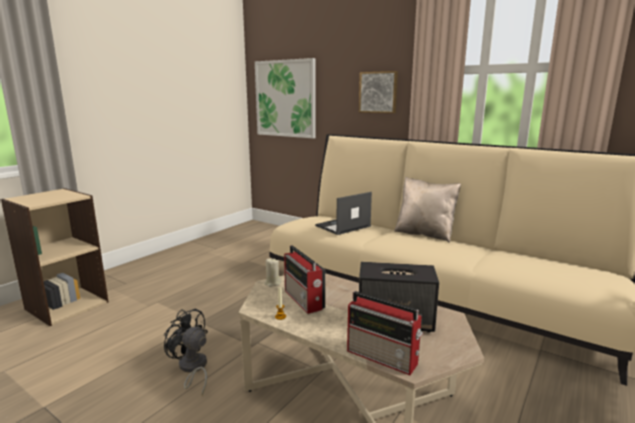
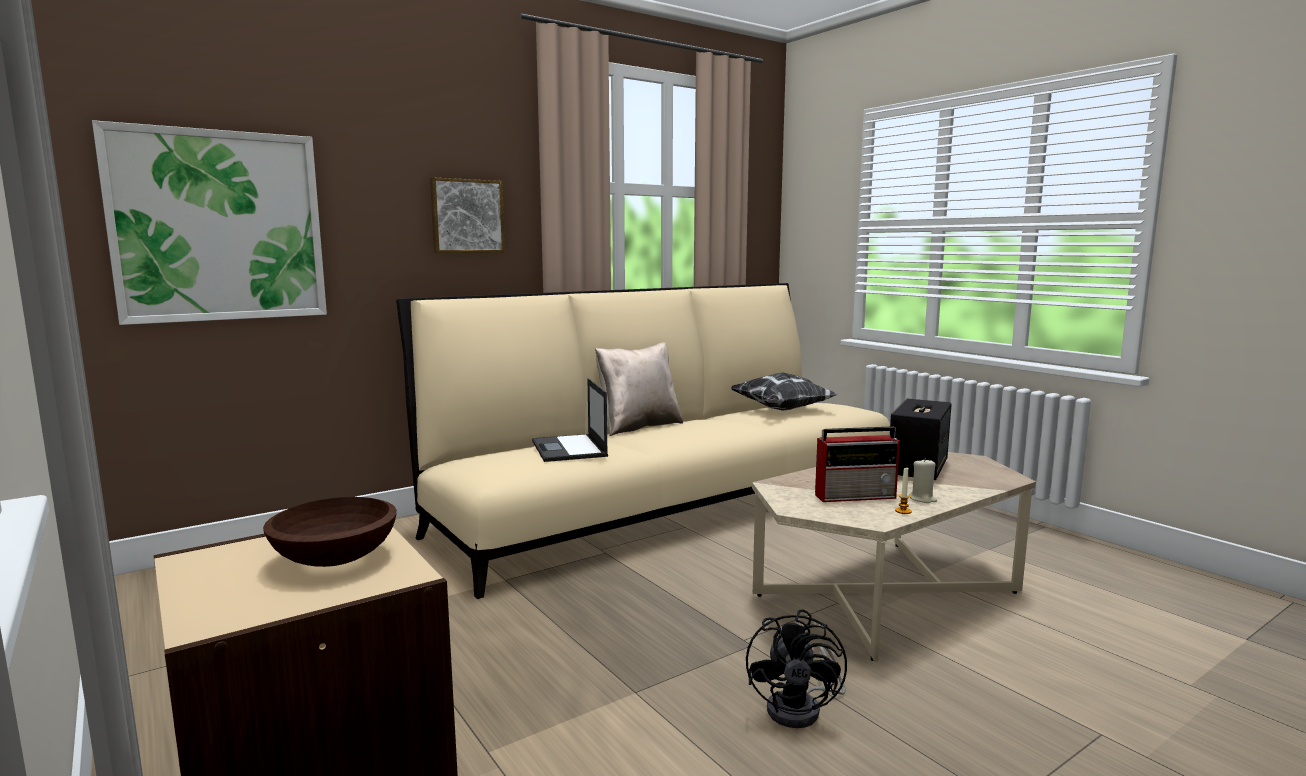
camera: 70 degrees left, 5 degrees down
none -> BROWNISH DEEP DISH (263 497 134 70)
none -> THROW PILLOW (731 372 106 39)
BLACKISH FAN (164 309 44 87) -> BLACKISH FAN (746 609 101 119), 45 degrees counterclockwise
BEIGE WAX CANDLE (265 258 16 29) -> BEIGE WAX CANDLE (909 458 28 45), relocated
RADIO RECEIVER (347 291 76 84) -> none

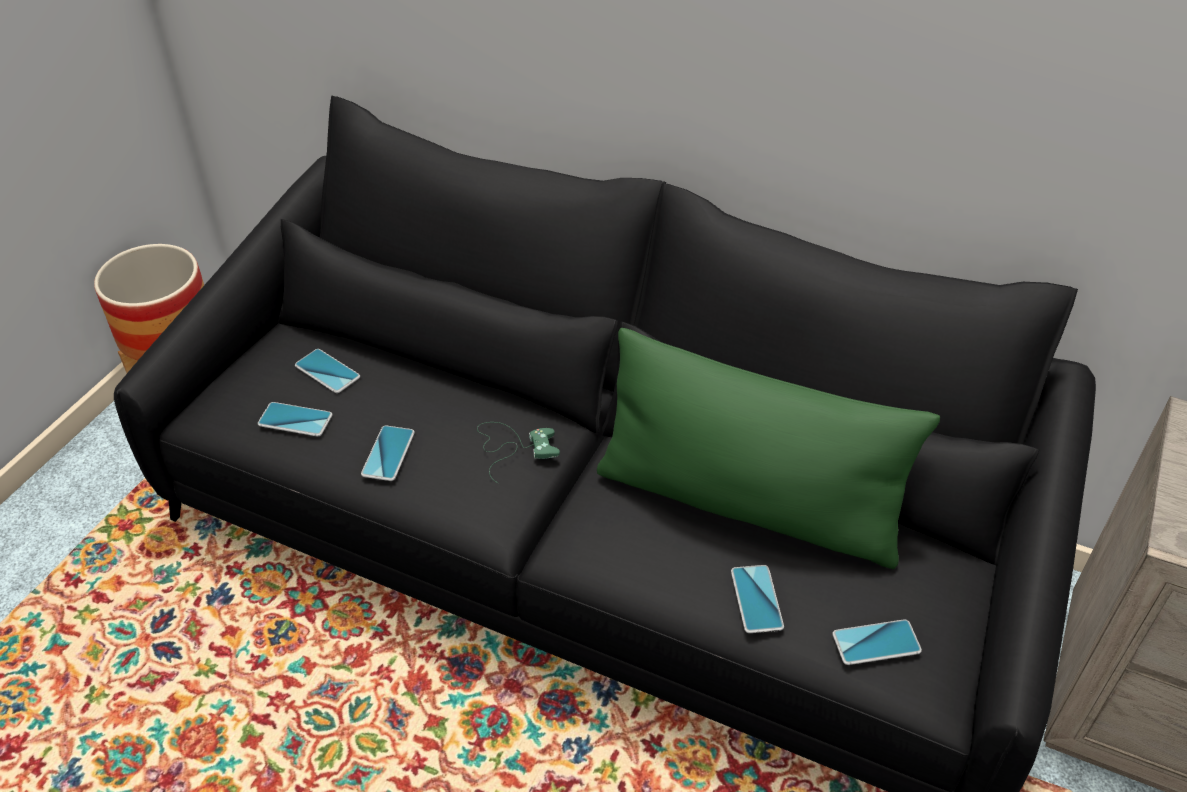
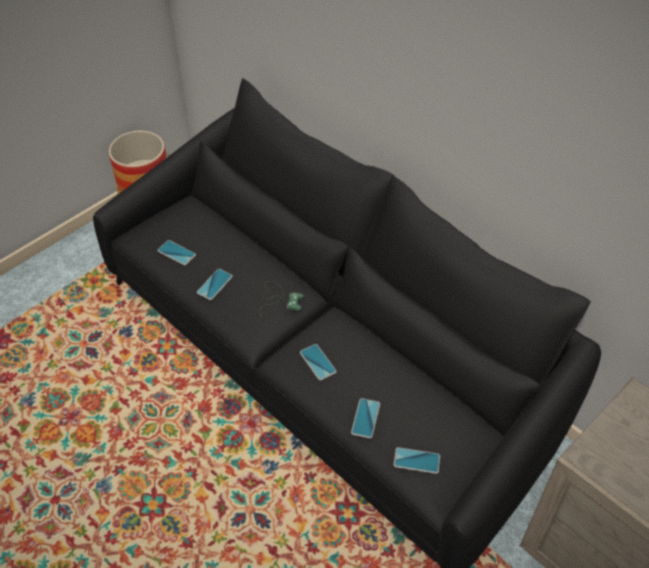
camera: 20 degrees right, 5 degrees up
HANDSET (295 349 65 44) -> HANDSET (300 344 37 36), relocated
GREEN THROW PILLOW (597 328 343 241) -> none

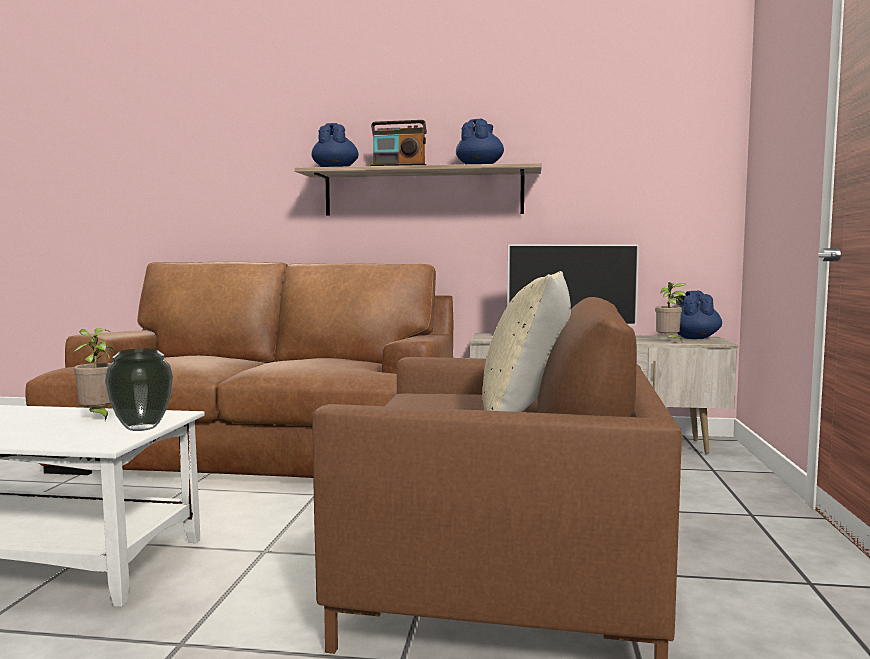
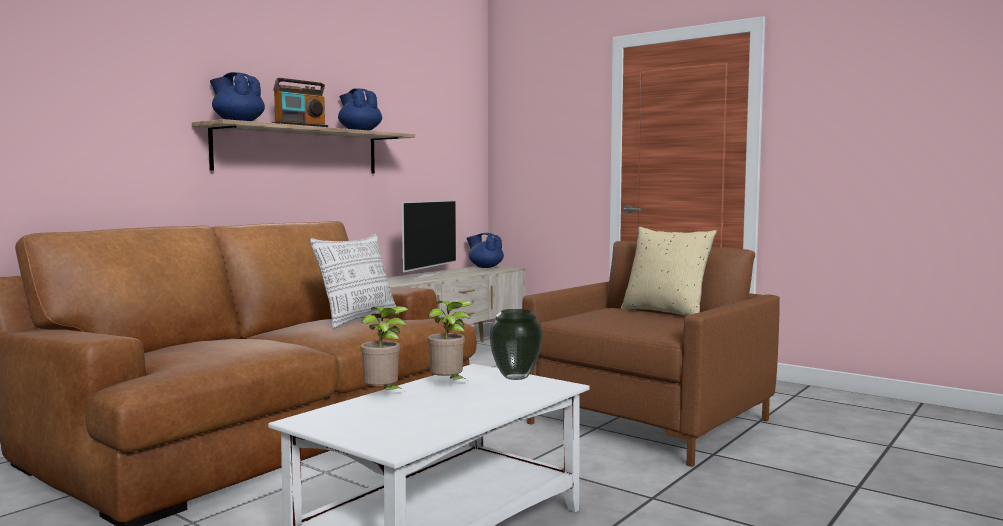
camera: 60 degrees left, 0 degrees up
none -> THROW PILLOW (310 234 89 95)
HOUSEPLANT (655 282 31 61) -> HOUSEPLANT (360 306 49 87), relocated

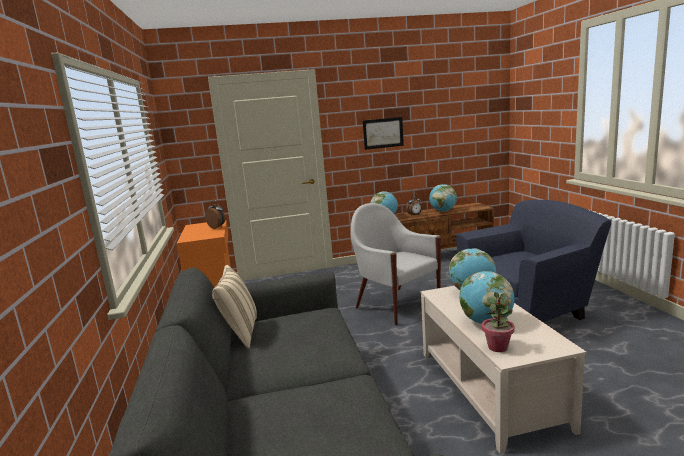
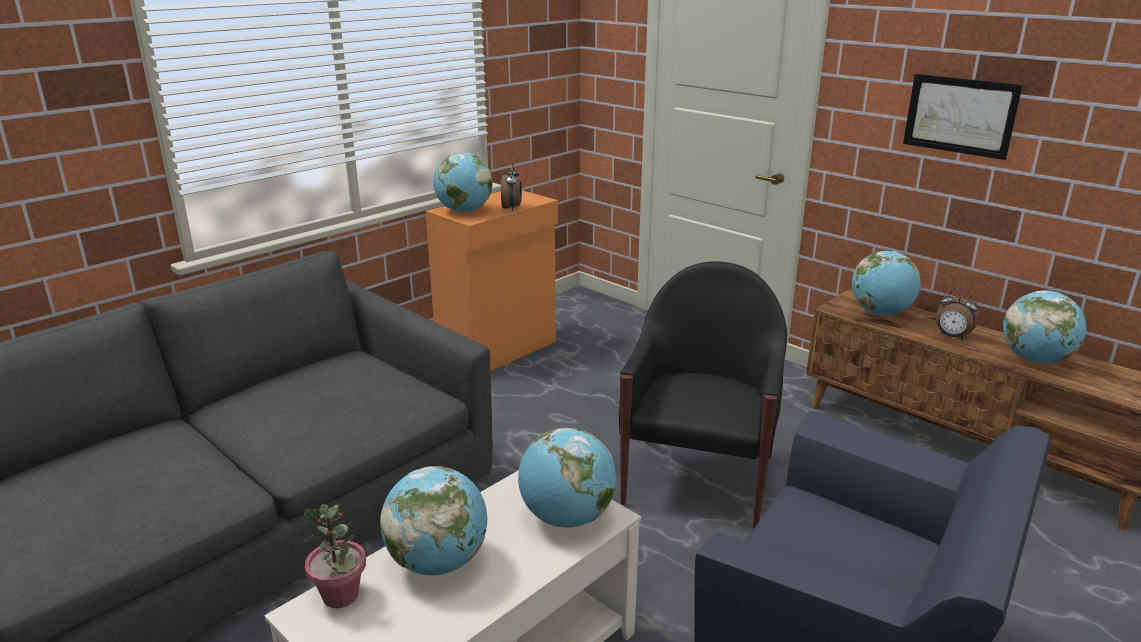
camera: 55 degrees right, 10 degrees up
none -> WORLD GLOBE (433 152 60 61)
WHITE EASY CHAIR (350 203 91 122) -> BLACKISH EASY CHAIR (619 261 168 268)
BEIGE THROW PILLOW (212 265 45 84) -> none

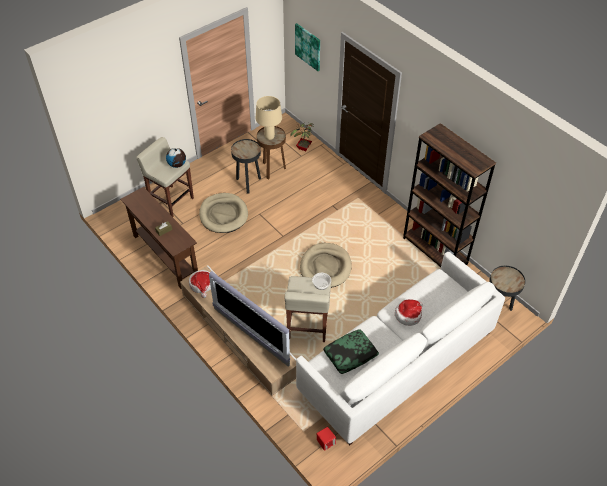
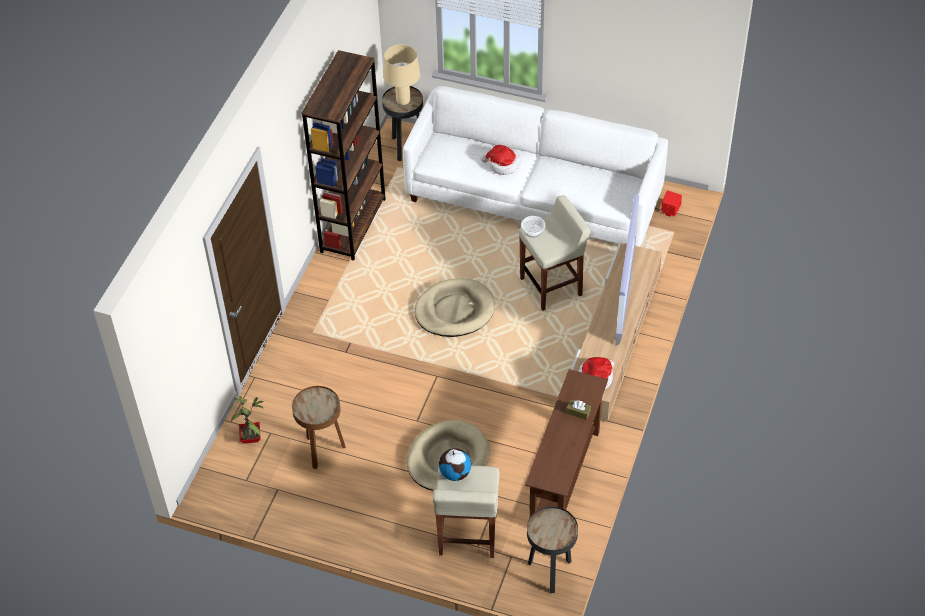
camera: 120 degrees left, 0 degrees up
BEIGE LAMP FOR A TABLE (256 96 26 44) -> BEIGE LAMP FOR A TABLE (383 44 37 61), relocated
BLACKISH SIDE TABLE (231 139 30 54) -> BLACKISH SIDE TABLE (527 507 51 86), relocated
WALL PICTURE (295 23 25 48) -> none
THROW PILLOW (323 329 56 45) -> none

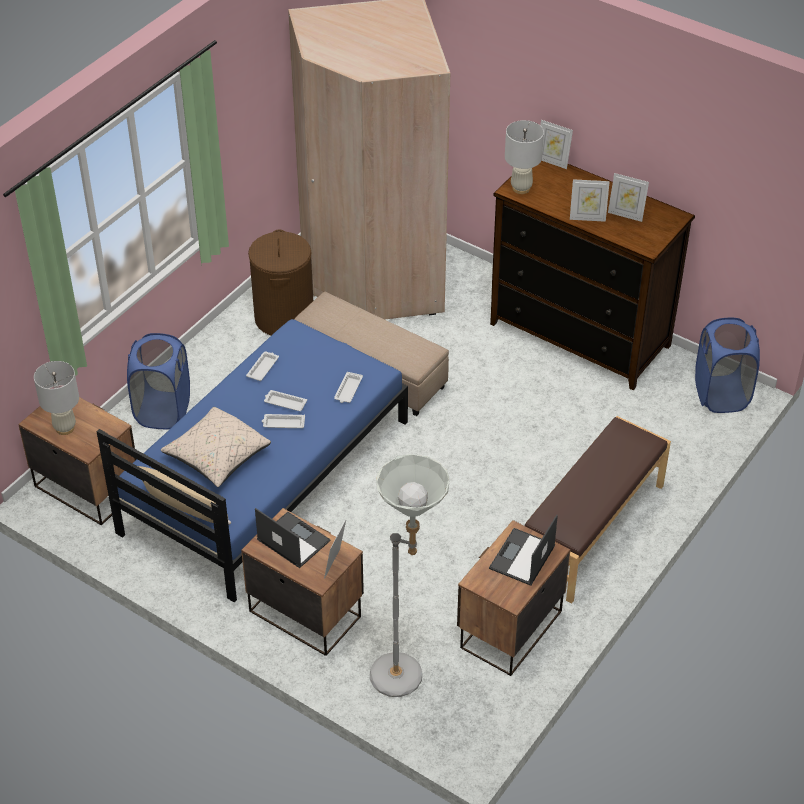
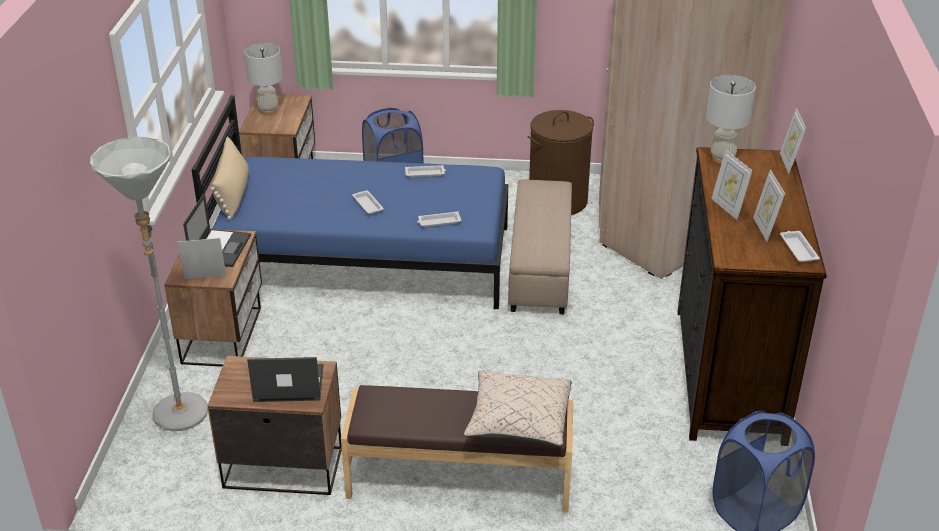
camera: 60 degrees right, 10 degrees down
BEIGE THROW PILLOW (161 407 110 80) -> BEIGE THROW PILLOW (464 370 108 78), relocated
WHITE CARRYING TRAY (264 390 43 21) -> WHITE CARRYING TRAY (780 231 40 31), relocated

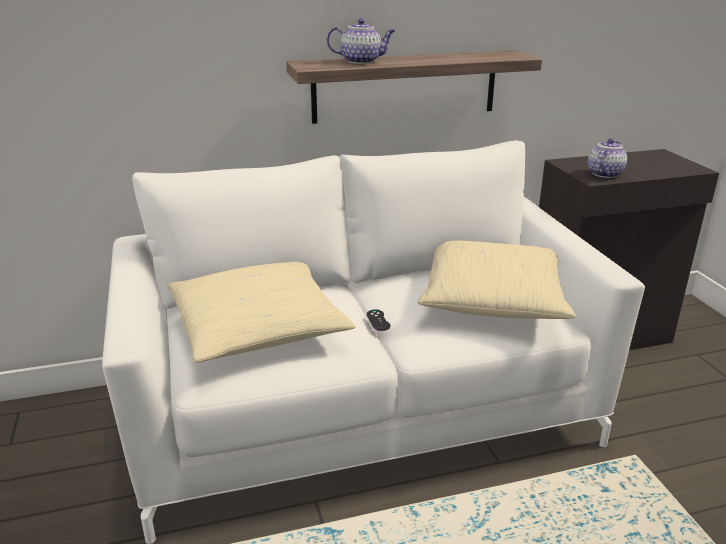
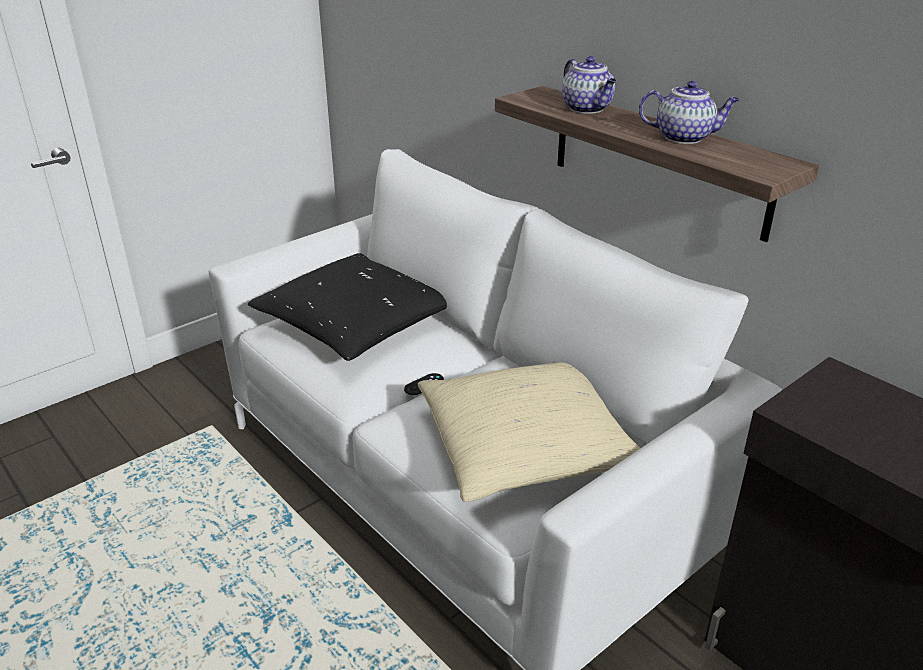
camera: 65 degrees right, 5 degrees up
BEIGE THROW PILLOW (167 262 188 101) -> BLACKISH THROW PILLOW (248 253 199 108)
TEAPOT (588 138 39 40) -> TEAPOT (639 81 101 63), relocated

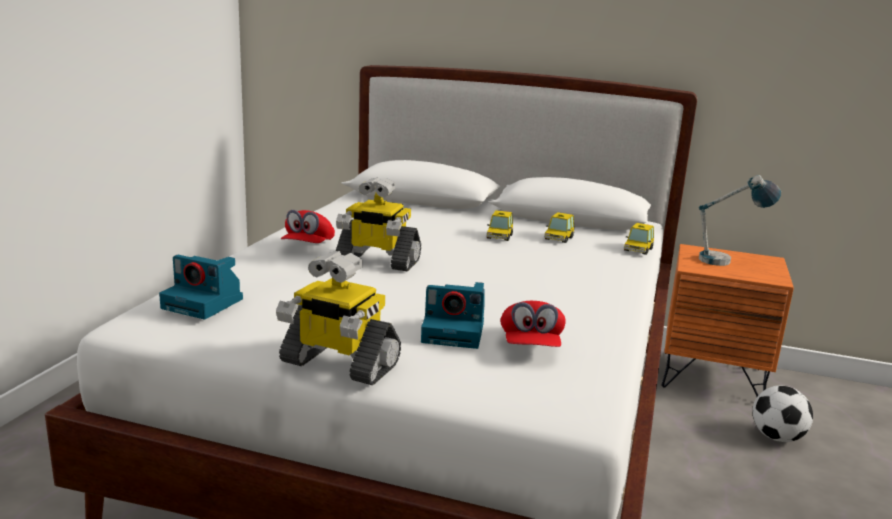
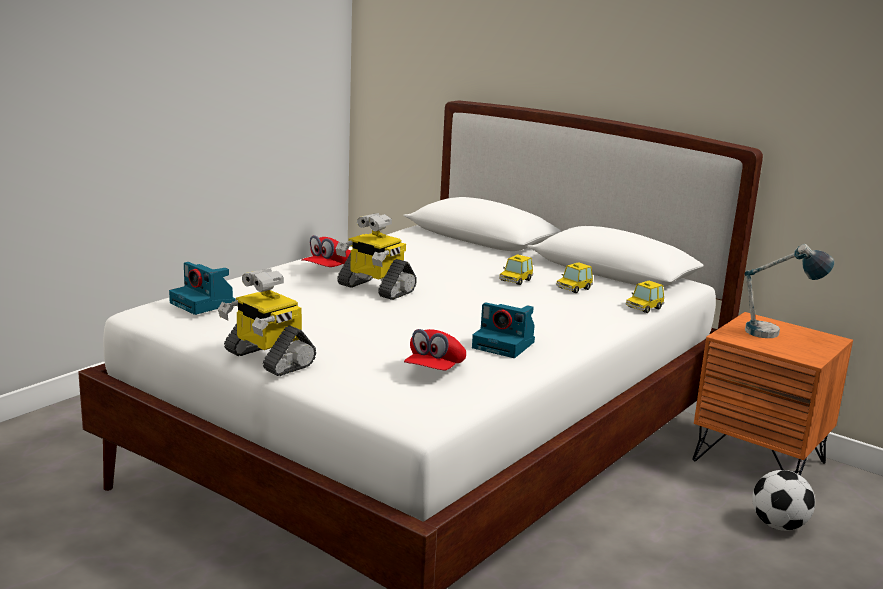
camera: 20 degrees right, 0 degrees up
STILL CAMERA (421 282 64 67) -> STILL CAMERA (472 302 63 56), relocated

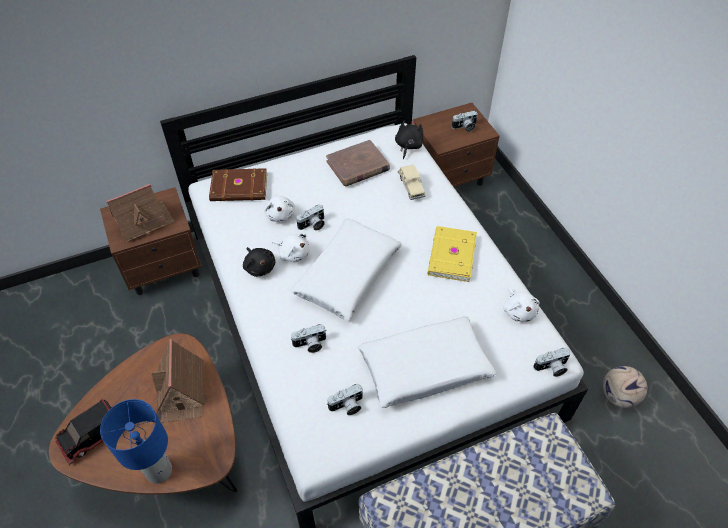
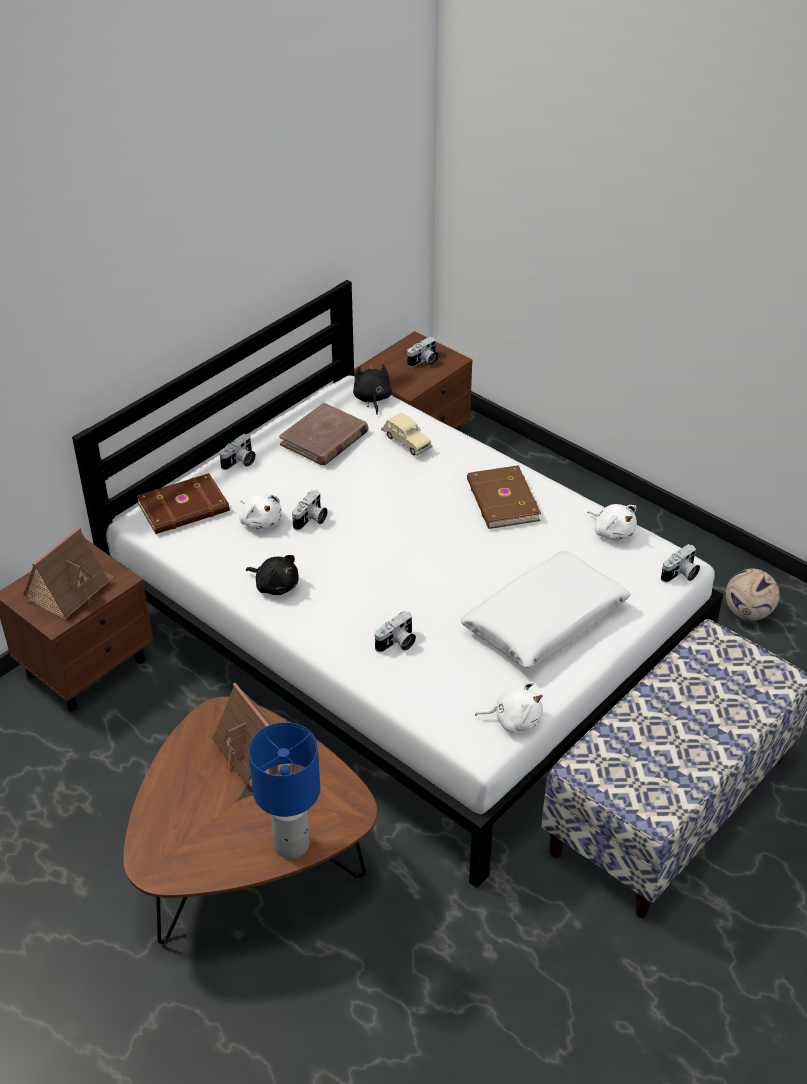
camera: 25 degrees left, 10 degrees down
STILL CAMERA (327 384 36 31) -> STILL CAMERA (219 434 37 36), relocated
YELLOW-COLOURED VOLUME (428 226 49 56) -> BROWNISH VOLUME (467 465 74 64)
WHITE PLUSH TOY (272 233 38 29) -> WHITE PLUSH TOY (475 682 68 51), relocated
TOY LORRY (55 399 58 66) -> none
WHITE THROW PILLOW (290 219 112 102) -> none

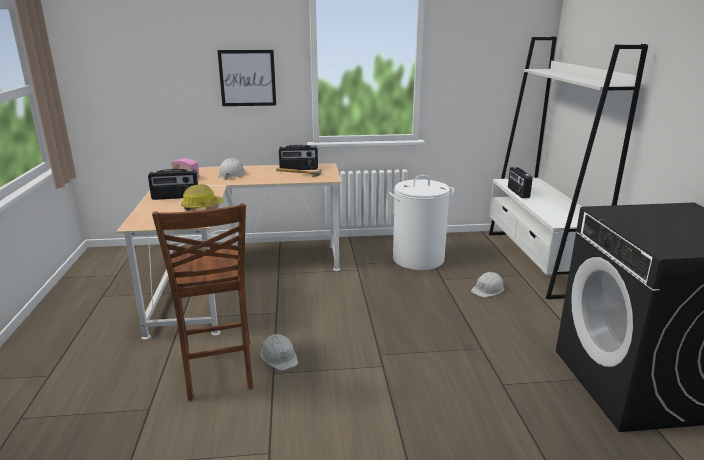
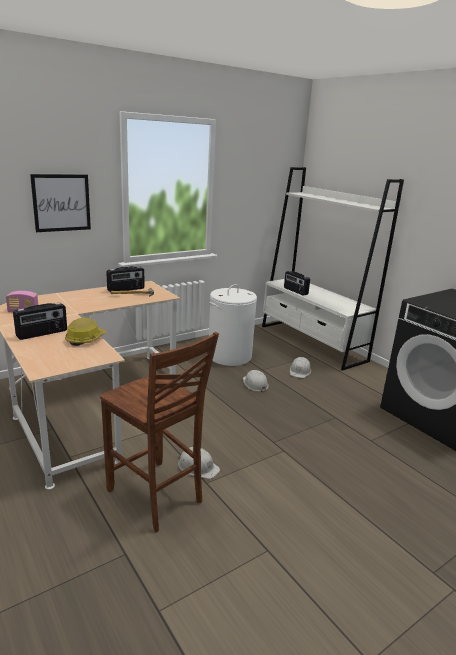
camera: 30 degrees left, 0 degrees up
WHITE WORK HELMET (218 158 27 21) -> WHITE WORK HELMET (243 370 26 22), relocated

